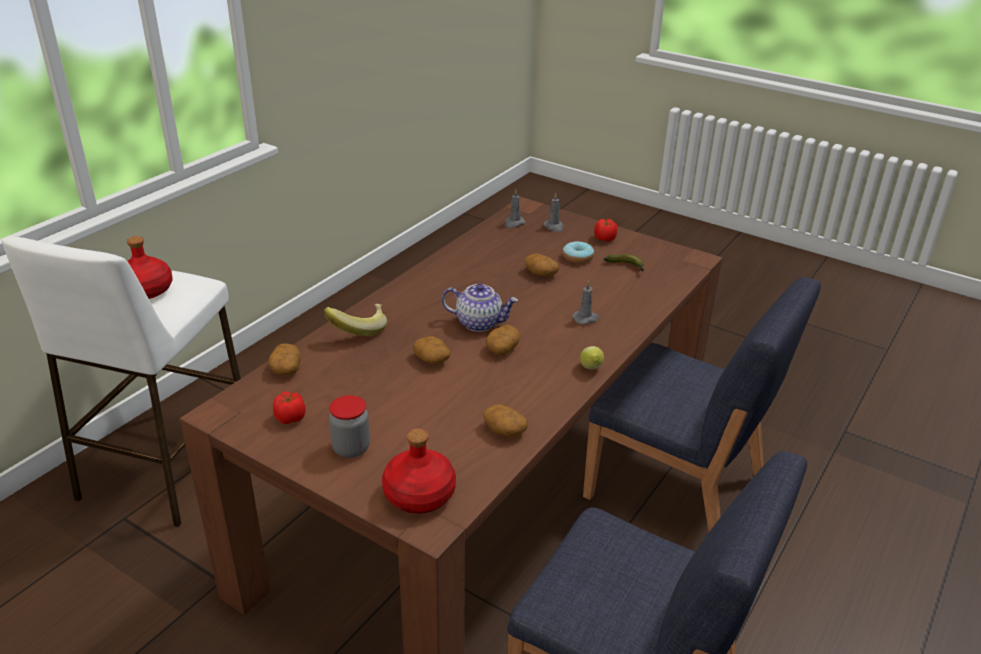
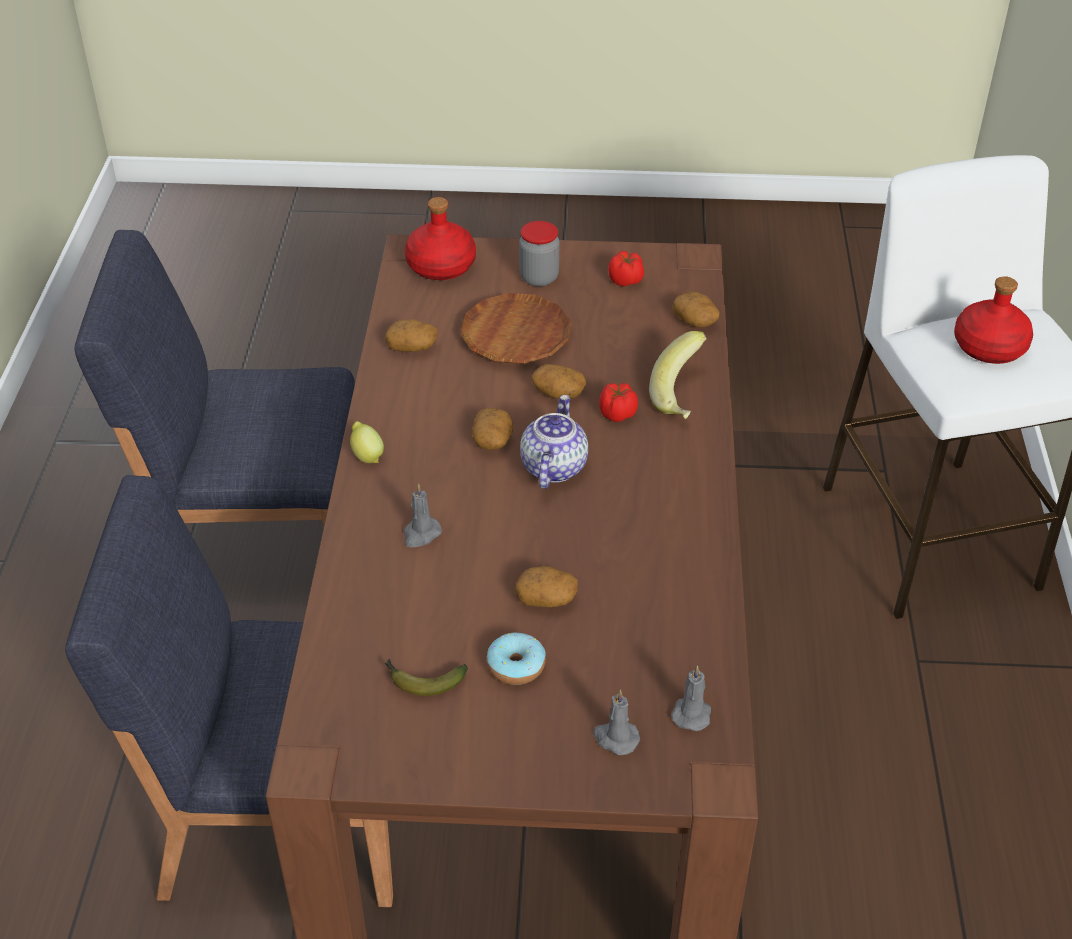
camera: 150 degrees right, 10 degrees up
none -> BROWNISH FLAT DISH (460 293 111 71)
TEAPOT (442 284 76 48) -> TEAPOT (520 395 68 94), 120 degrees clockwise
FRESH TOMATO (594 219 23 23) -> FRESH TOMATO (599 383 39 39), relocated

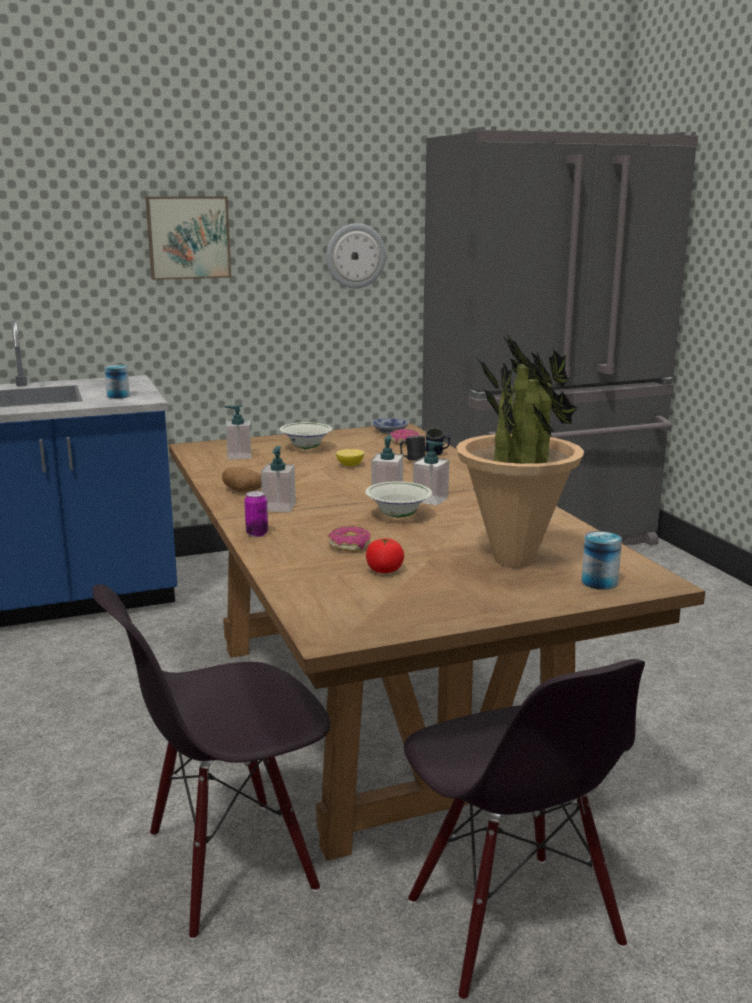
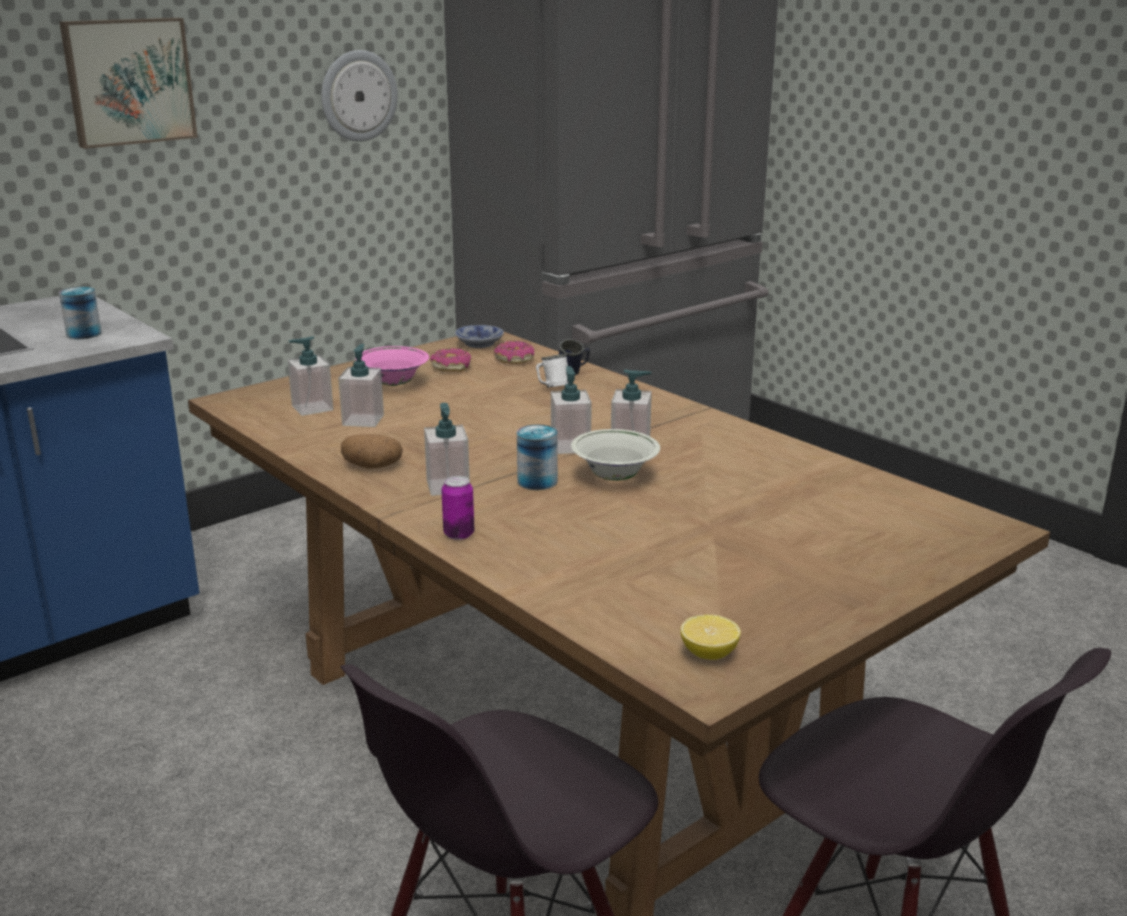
camera: 20 degrees left, 5 degrees up
none -> SOAP DISPENSER (338 344 46 83)
WHITE DEEP DISH (280 422 52 27) -> PINK DEEP DISH (355 346 74 40)
RING DOUGHNUT (329 526 42 26) -> RING DOUGHNUT (430 348 41 24), relocated
CAN (581 531 41 59) -> CAN (517 424 41 66), relocated
BLACKISH COFFEE MUG (400 436 26 24) -> WHITE COFFEE MUG (536 353 32 35)
CITRUS FRUIT (336 449 28 18) -> CITRUS FRUIT (680 615 61 45), relocated
FRESH TOMATO (366 538 38 35) -> none
HOUSEPLANT (456 333 128 235) -> none

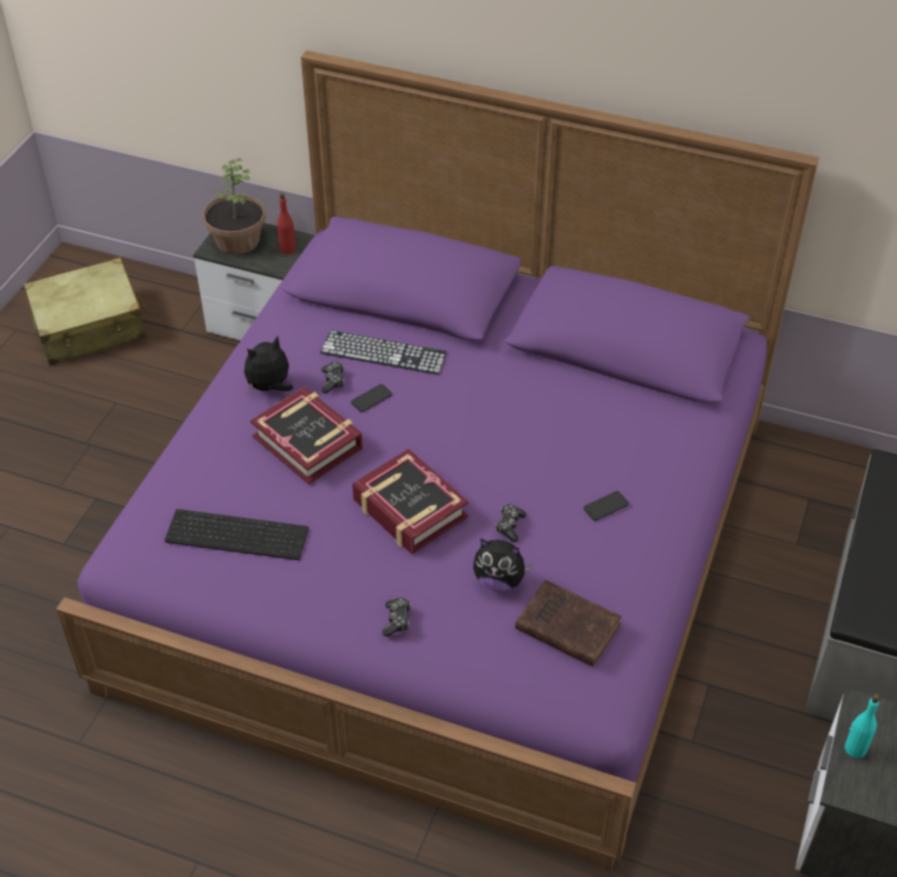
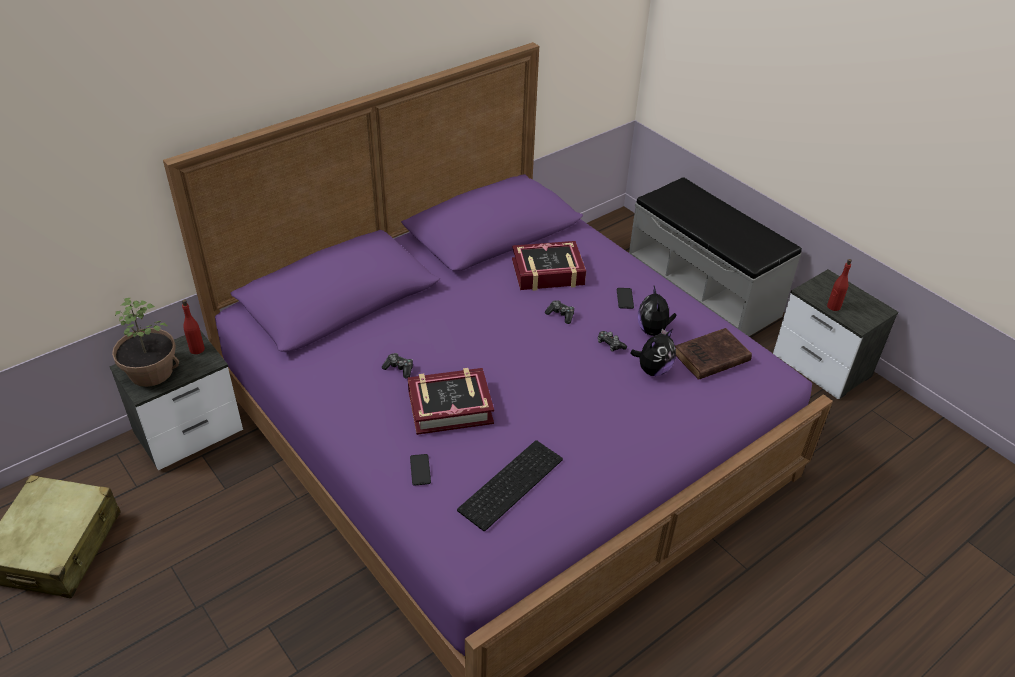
camera: 60 degrees left, 5 degrees down
HANDSET (351 384 41 28) -> HANDSET (410 454 21 31), relocated
VOLUME (352 449 116 105) -> VOLUME (512 241 74 50), relocated
GAMEPAD (382 597 29 40) -> GAMEPAD (545 300 29 24), relocated
PLUSH TOY (244 336 49 58) -> PLUSH TOY (638 286 38 50), relocated
TURQUOISE BOTTLE (844 694 36 64) -> RED-COLOURED BOTTLE (827 259 25 52)
COMPUTER KEYBOARD (320 330 127 45) -> none

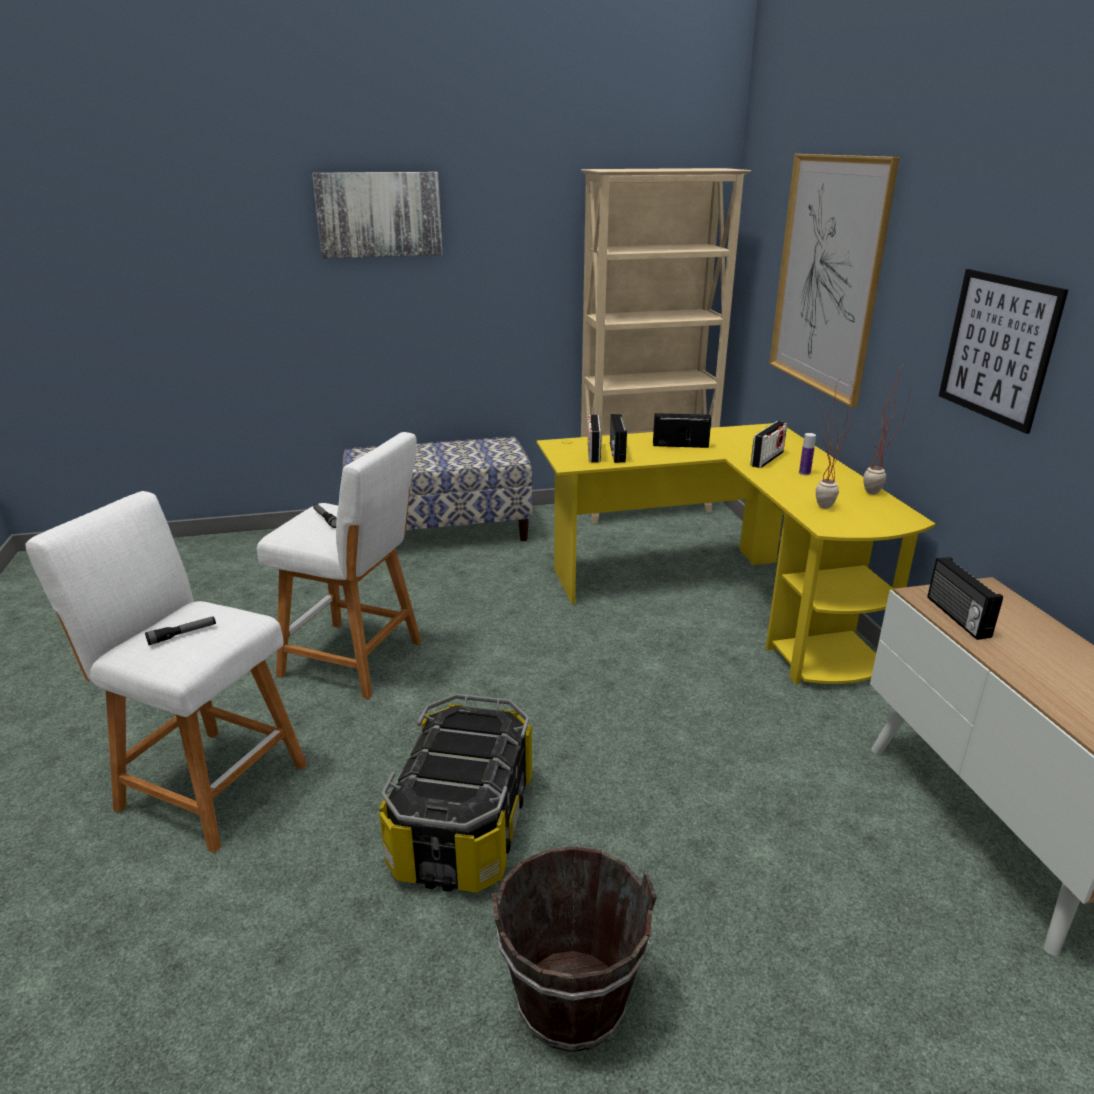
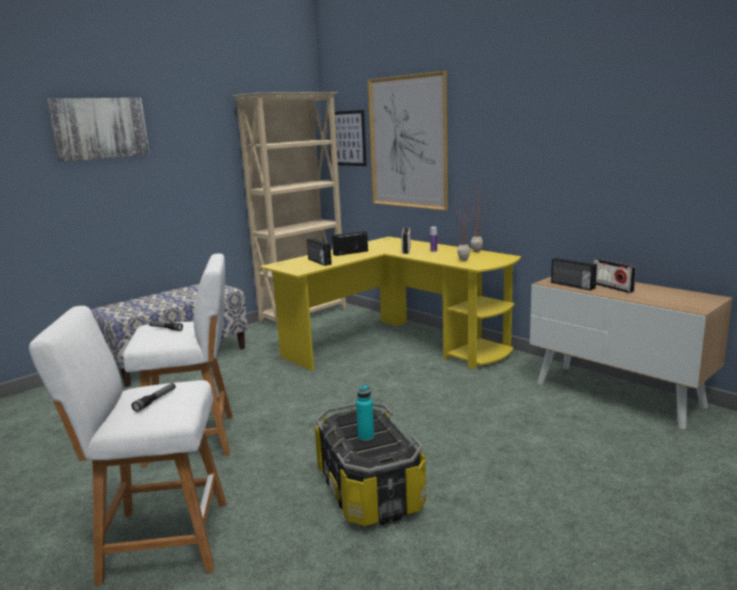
camera: 30 degrees left, 10 degrees down
WALL PICTURE (939 269 129 165) -> WALL PICTURE (328 110 38 56), relocated
none -> TURQUOISE BOTTLE (356 384 18 57)
RADIO RECEIVER (588 414 14 49) -> RADIO RECEIVER (593 259 43 34), relocated
BROWNISH BUCKET (491 846 166 206) -> none

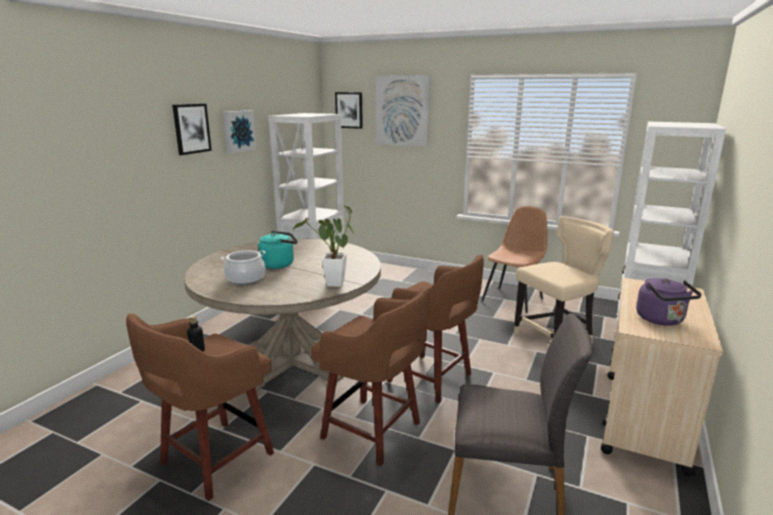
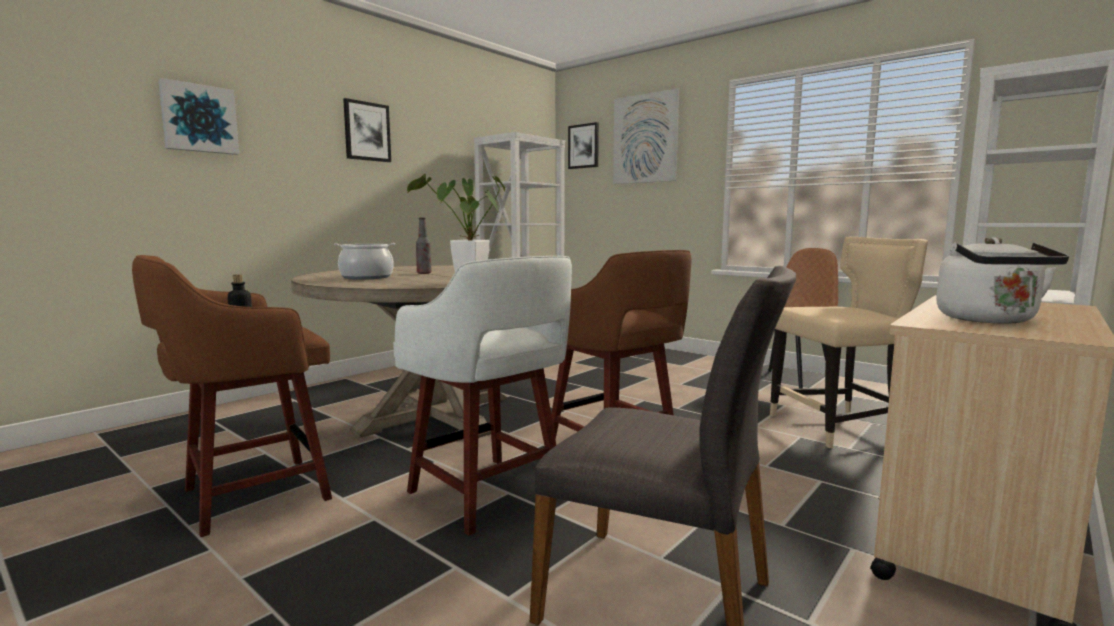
camera: 15 degrees right, 10 degrees down
WALL PICTURE (223 110 34 43) -> WALL PICTURE (158 78 81 77), relocated
BROWNISH STOOL SEAT (311 286 118 180) -> WHITE STOOL SEAT (393 256 179 280)
TURQUOISE WATER KETTLE (258 231 39 38) -> BOTTLE (416 218 16 56)
PURPLISH WATER KETTLE (636 278 66 48) -> WHITE WATER KETTLE (936 237 133 86)

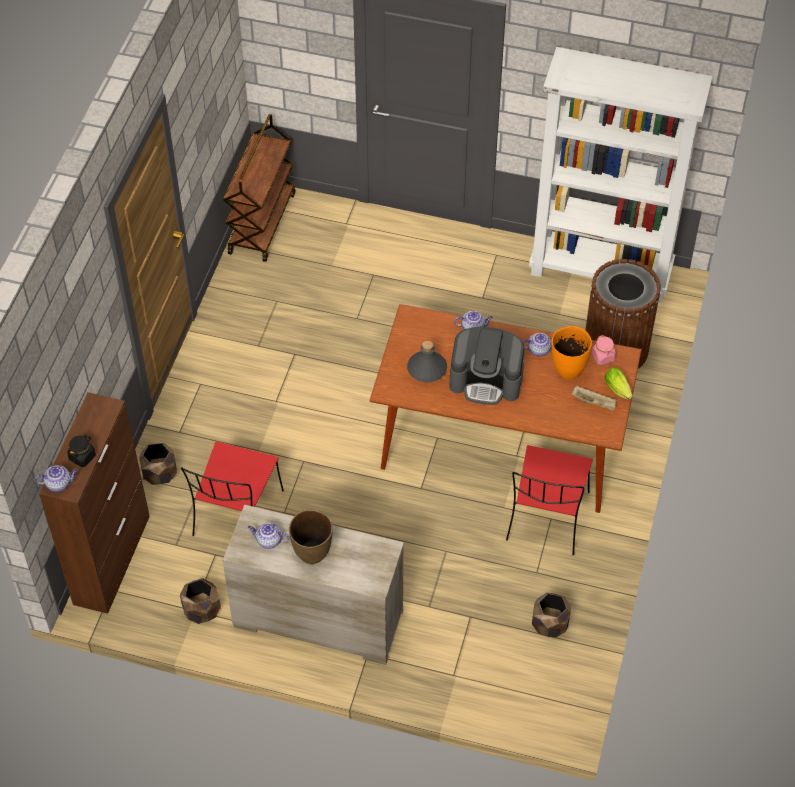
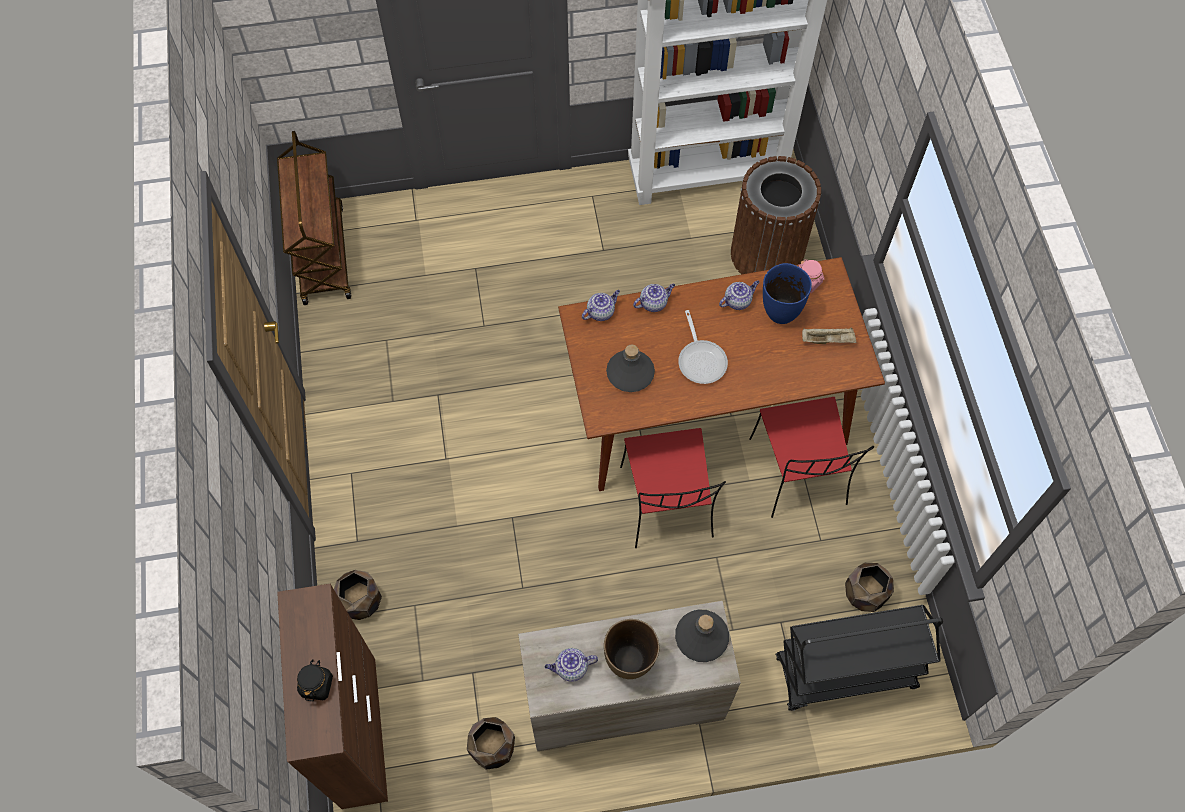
camera: 25 degrees left, 10 degrees up
TEAPOT (34 465 44 27) -> TEAPOT (582 290 38 31), relocated
RED-COLOURED UPRIGHT CHAIR (181 441 103 95) -> RED-COLOURED UPRIGHT CHAIR (620 428 106 120), relocated
none -> GREY BOTTLE (675 609 54 53)
COFFEE MAKER (449 327 75 78) -> PAN (678 310 50 74)
ORANGE-COLOURED VASE (552 326 40 53) -> BLUE-COLOURED VASE (763 263 49 61)
none -> BLACKISH CART (775 605 168 106)
HEAD OF LETTUCE (605 367 28 33) -> none

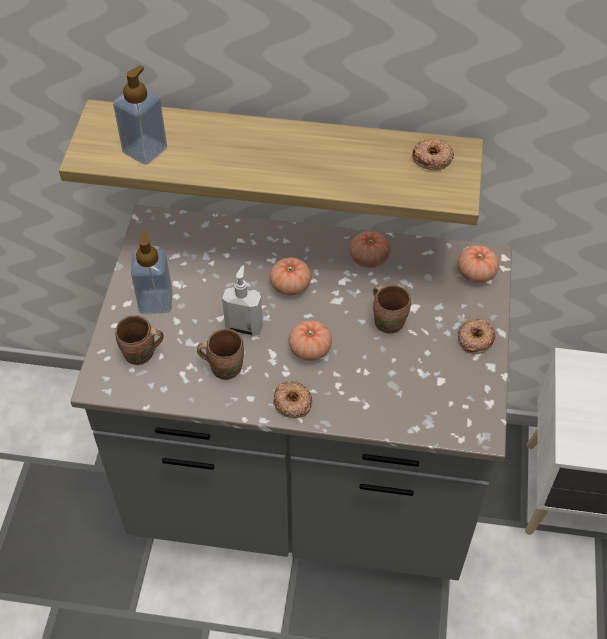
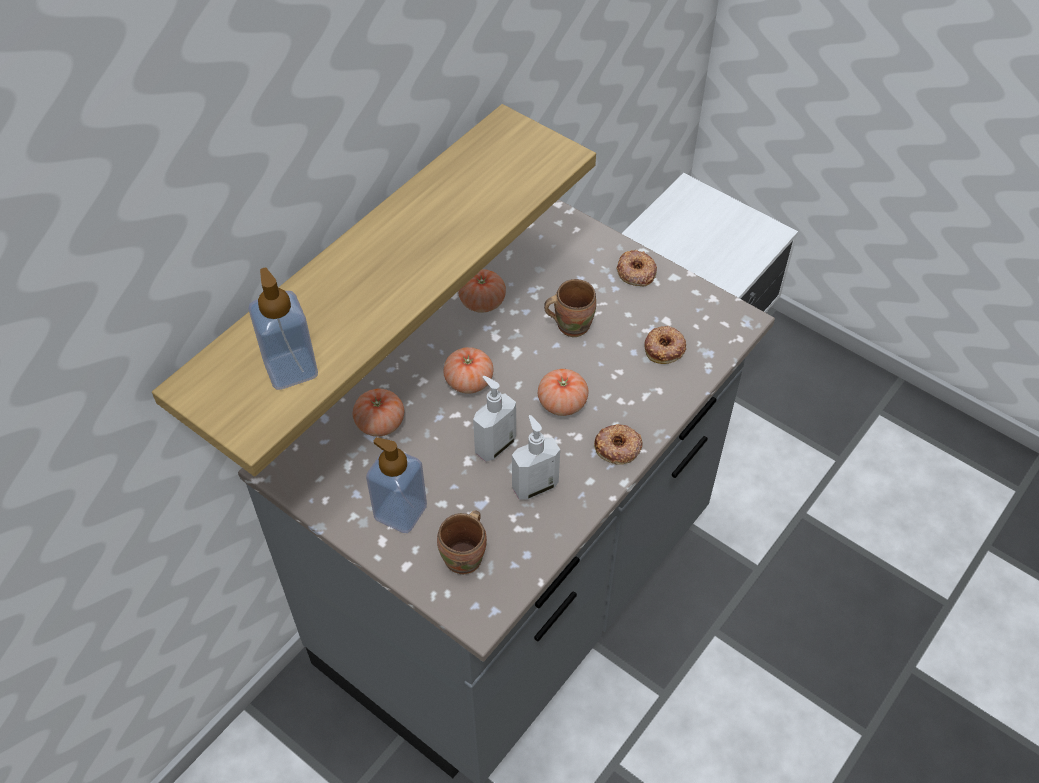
camera: 60 degrees left, 0 degrees up
FRESH TOMATO (457 245 42 38) -> FRESH TOMATO (353 389 51 48), relocated
BROWNISH COFFEE MUG (197 329 47 51) -> SOAP DISPENSER (512 415 48 85)
RING DOUGHNUT (412 139 42 31) -> RING DOUGHNUT (644 326 42 38), relocated

